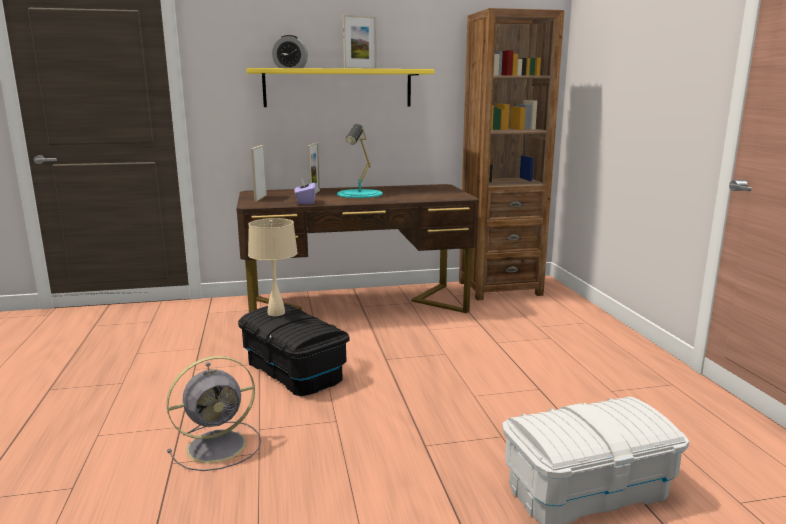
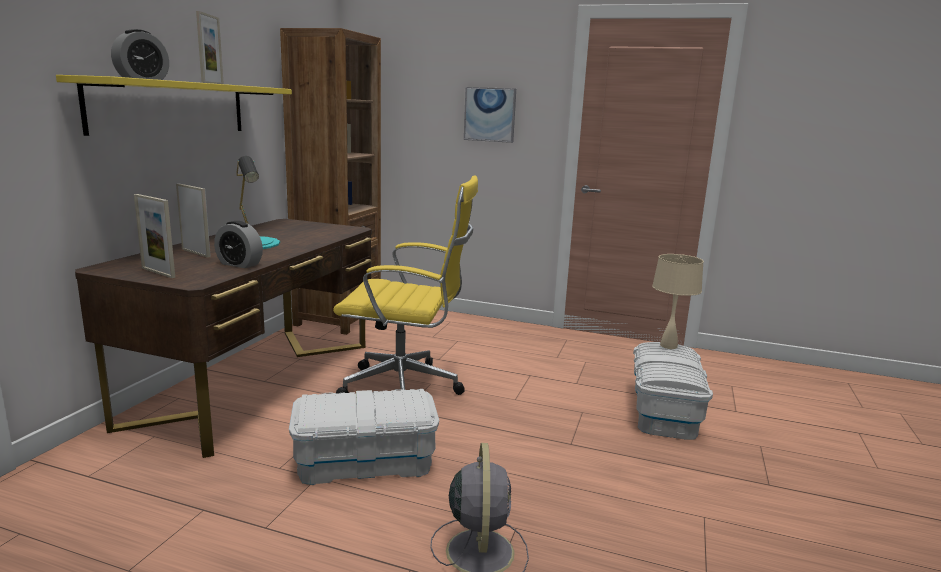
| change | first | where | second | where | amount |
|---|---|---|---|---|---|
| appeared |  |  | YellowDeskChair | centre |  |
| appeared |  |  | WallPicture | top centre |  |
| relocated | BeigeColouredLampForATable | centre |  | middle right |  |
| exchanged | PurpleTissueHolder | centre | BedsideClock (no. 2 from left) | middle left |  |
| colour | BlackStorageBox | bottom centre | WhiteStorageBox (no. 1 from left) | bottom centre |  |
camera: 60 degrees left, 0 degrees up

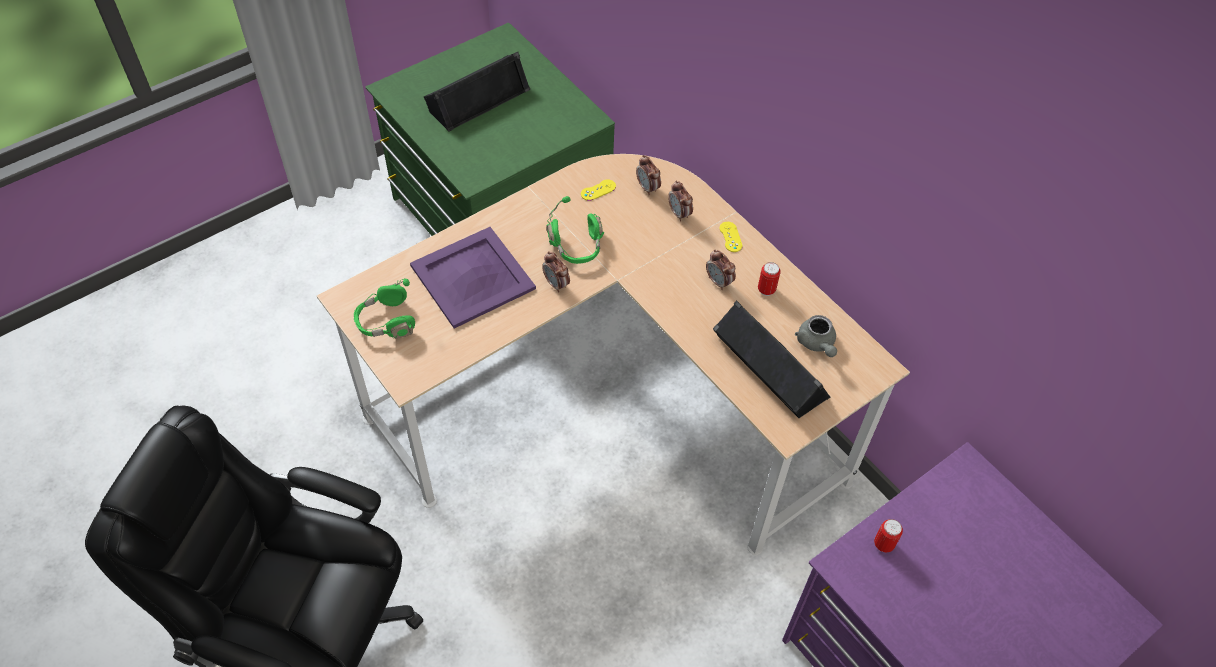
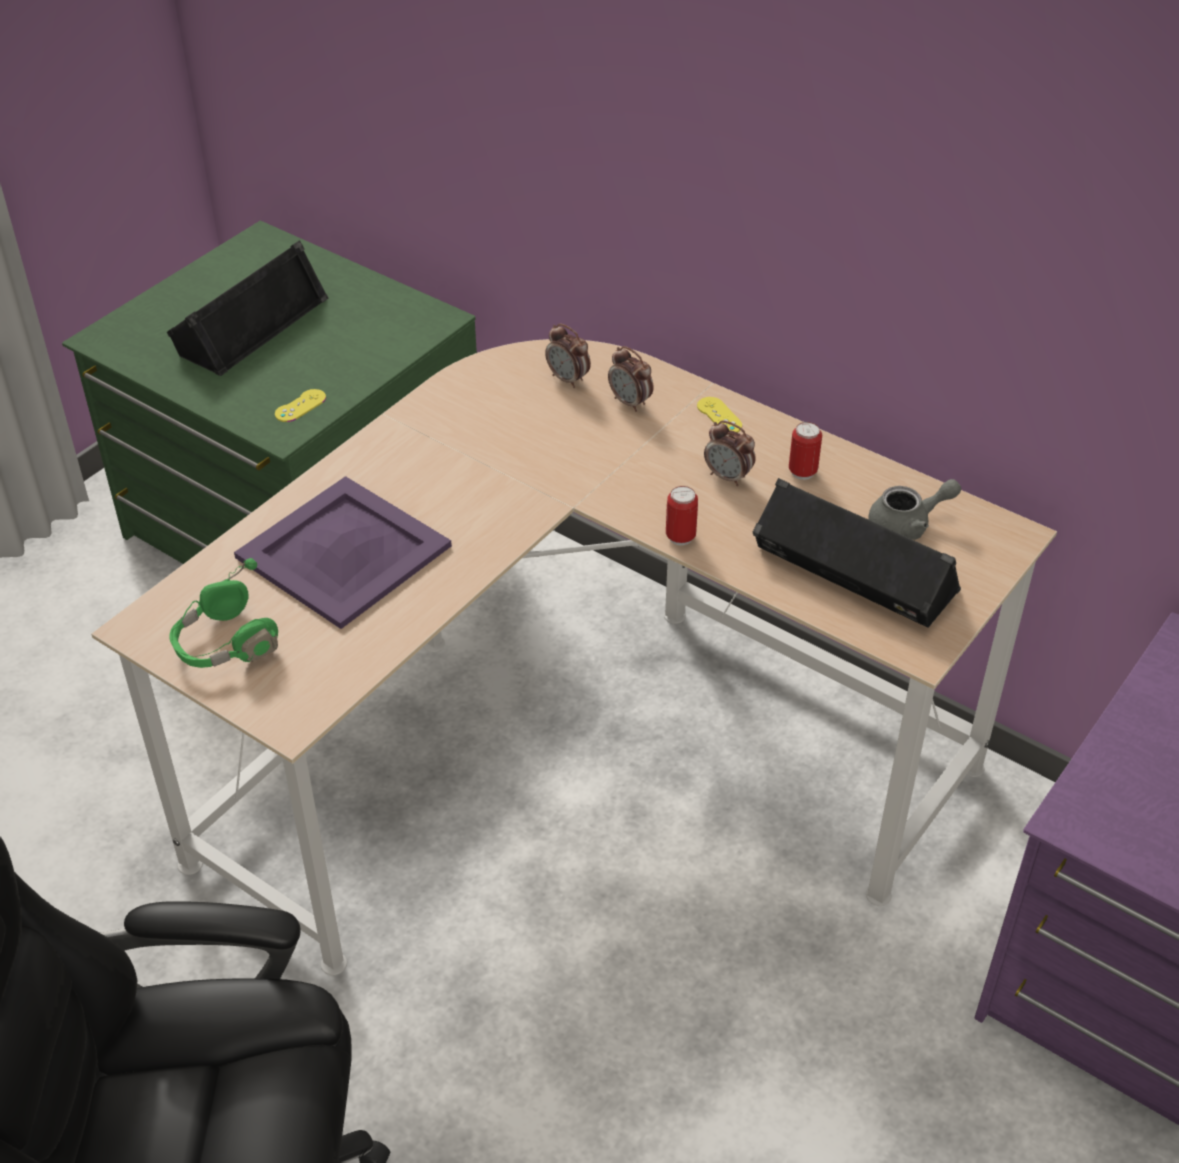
| change | first | where | second | where | amount |
|---|---|---|---|---|---|
| missing | BedsideClock (no. 1 from left) | centre |  |  |  |
| missing | GreenishPairOfHeadphones (no. 2 from left) | centre |  |  |  |
| relocated | YellowGameController (no. 1 from left) | top centre |  | middle left |  |
| relocated | MetalCan (no. 2 from left in the first image) | bottom right | MetalCan (no. 1 from left) | centre |  |
| spun | GreyishTeapot | middle right |  | middle right | 75 degrees counterclockwise |
camera: 15 degrees left, 10 degrees down

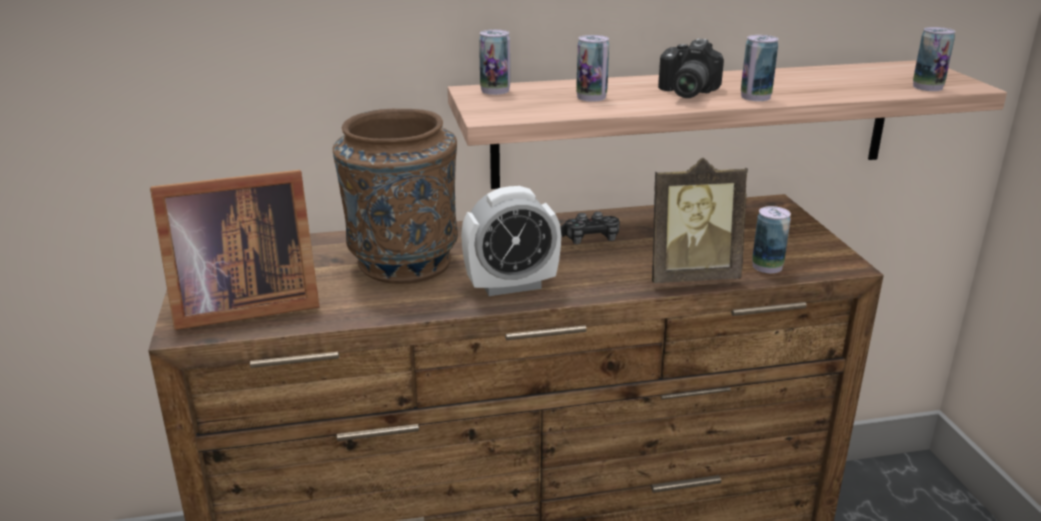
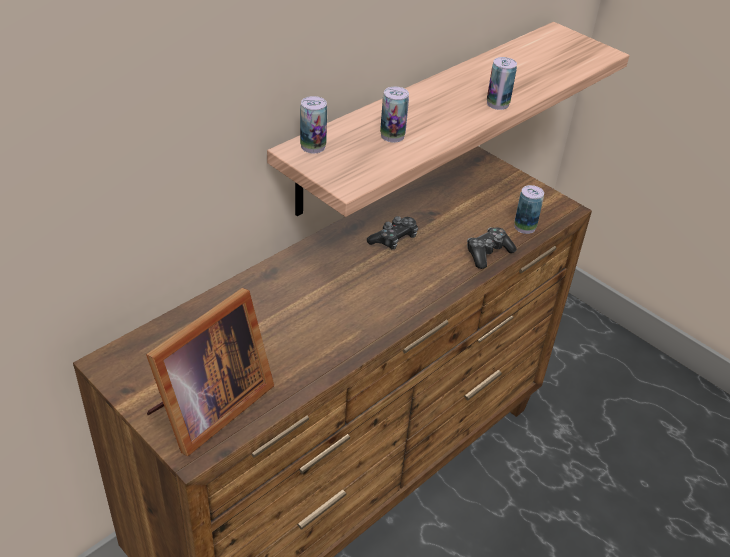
| change | first | where | second | where | amount |
|---|---|---|---|---|---|
| missing | BrownColouredDecorativeVase | centre |  |  |  |
| missing | BedsideClock | centre |  |  |  |
| missing | StillCamera | top centre |  |  |  |
| missing | MetalCan (no. 5 from left) | top right |  |  |  |
| exchanged | StandingFrame (no. 2 from left) | middle right | GameController (no. 2 from left) | middle right |  |
camera: 35 degrees left, 15 degrees up

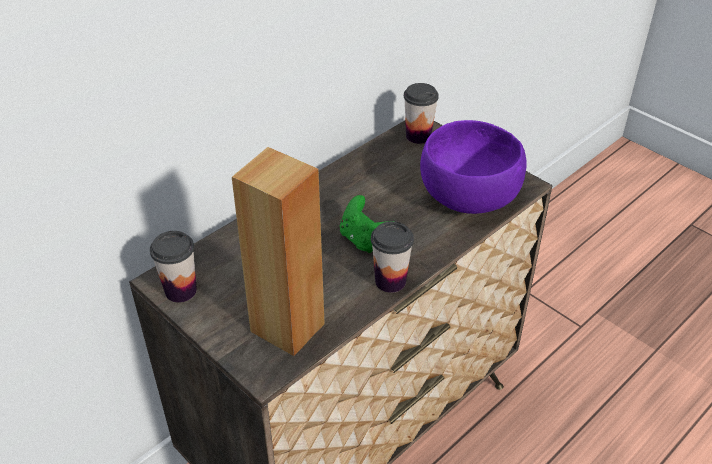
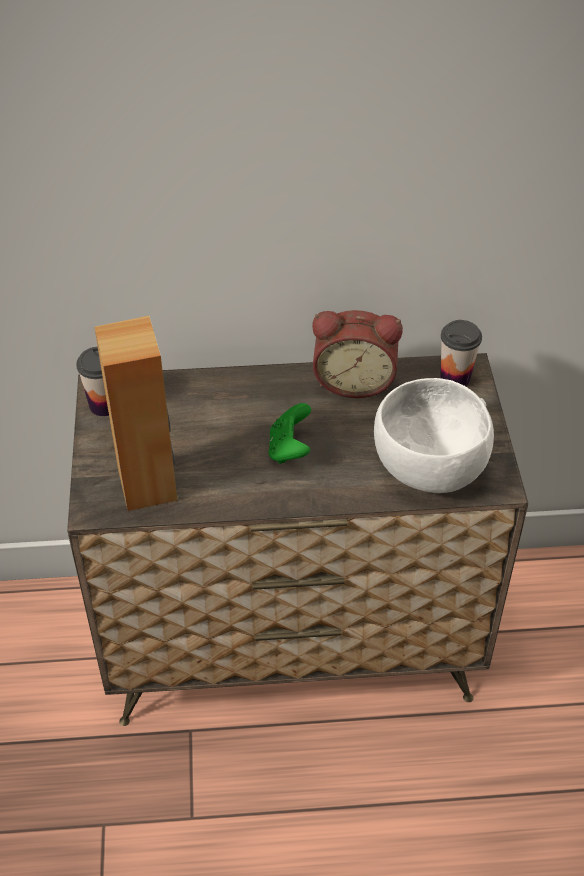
| change | first | where | second | where | amount |
|---|---|---|---|---|---|
| missing | DrinkingCup (no. 2 from left) | centre |  |  |  |
| appeared |  |  | BedsideClock | centre |  |
| colour | PurpleBowl | centre | WhiteBowl | middle right |  |
camera: 40 degrees right, 5 degrees up

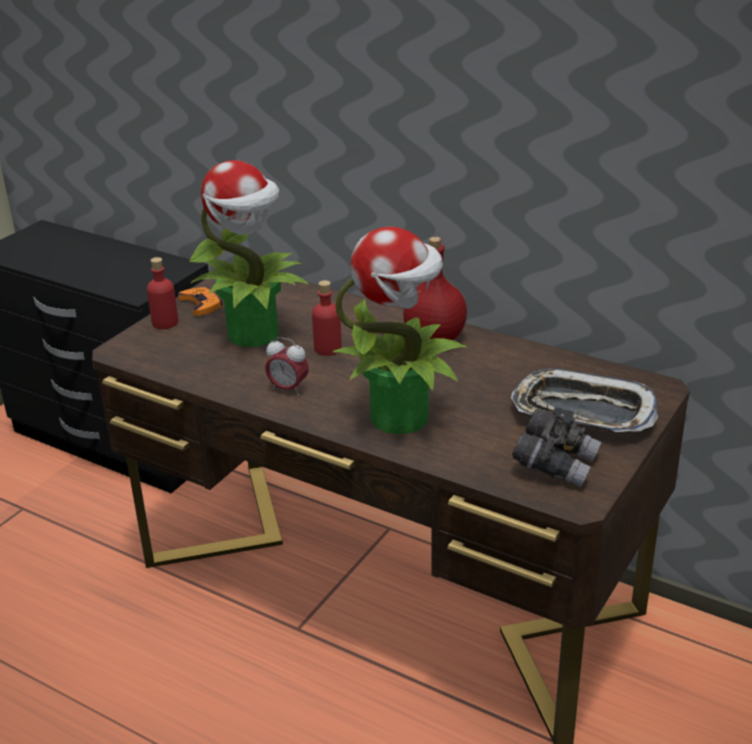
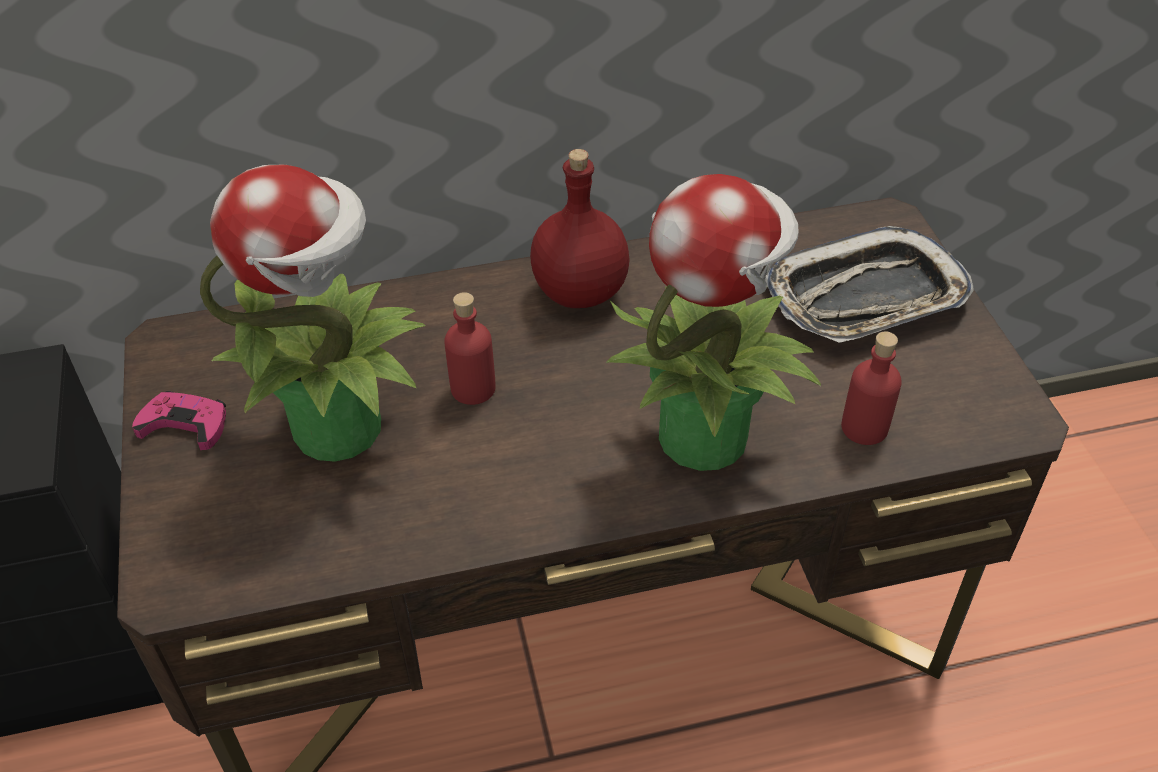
| change | first | where | second | where | amount |
|---|---|---|---|---|---|
| missing | BedsideClock | centre |  |  |  |
| missing | GreyishBinoculars | middle right |  |  |  |
| relocated | ReddishBottle (no. 1 from left in the first image) | middle left | ReddishBottle (no. 3 from left) | middle right |  |
| colour | OrangeGameController | middle left | PinkishGameController | middle left |  |
camera: 45 degrees left, 15 degrees up

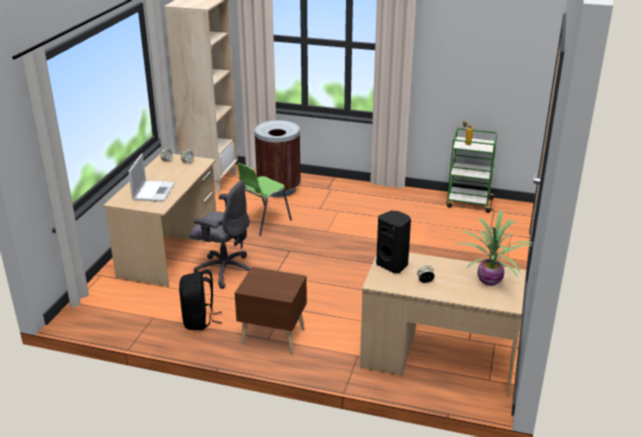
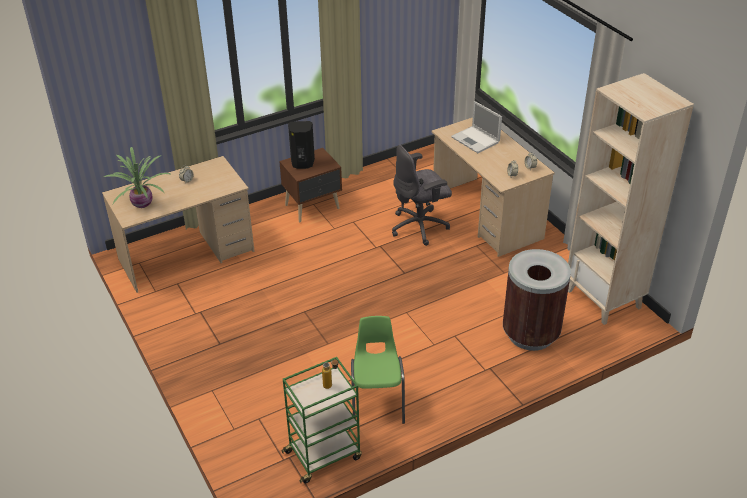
| change | first | where | second | where | amount |
|---|---|---|---|---|---|
| missing | BlackBackpack | bottom left |  |  |  |
| relocated | GreenishUprightChair | centre |  | bottom centre |  |
| relocated | BlackLoudspeaker | centre |  | top centre |  |
camera: 135 degrees right, 10 degrees up

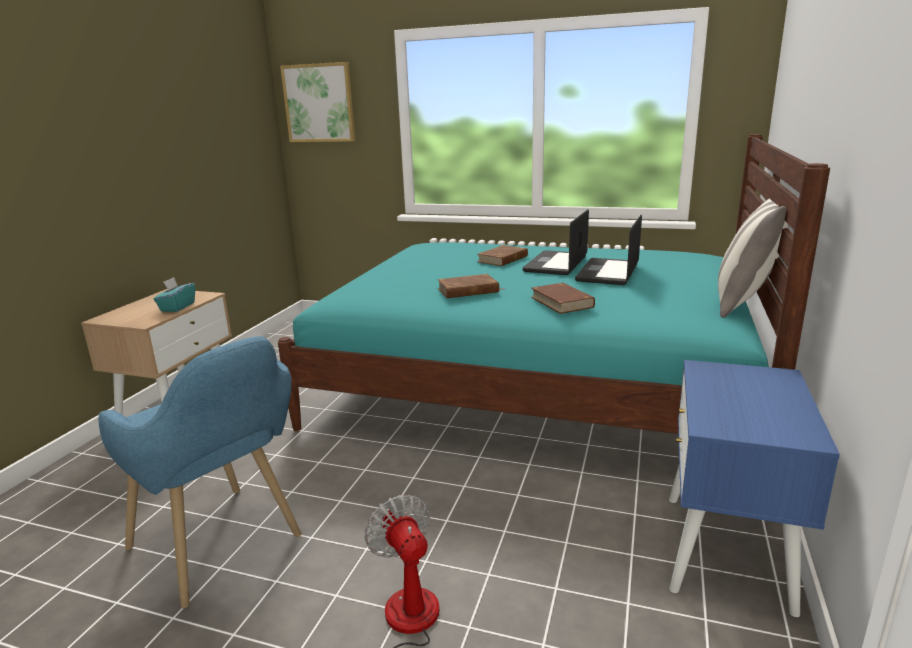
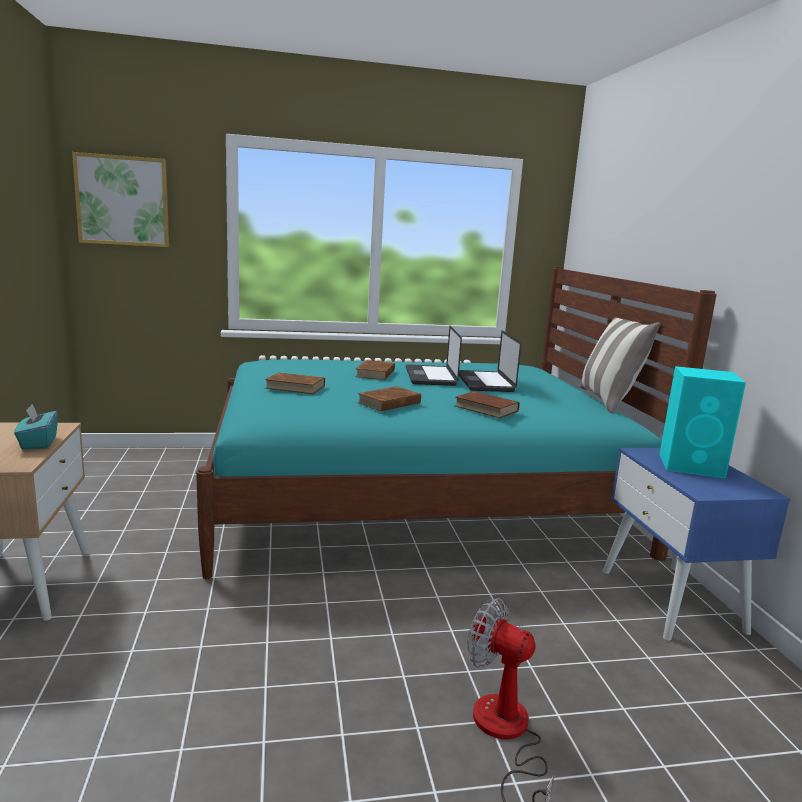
| change | first | where | second | where | amount |
|---|---|---|---|---|---|
| missing | BluishEasyChair | bottom left |  |  |  |
| appeared |  |  | BrownColouredVolume (no. 1 from left) | centre |  |
| appeared |  |  | TurquoiseLoudspeaker | middle right |  |
camera: 30 degrees left, 5 degrees down

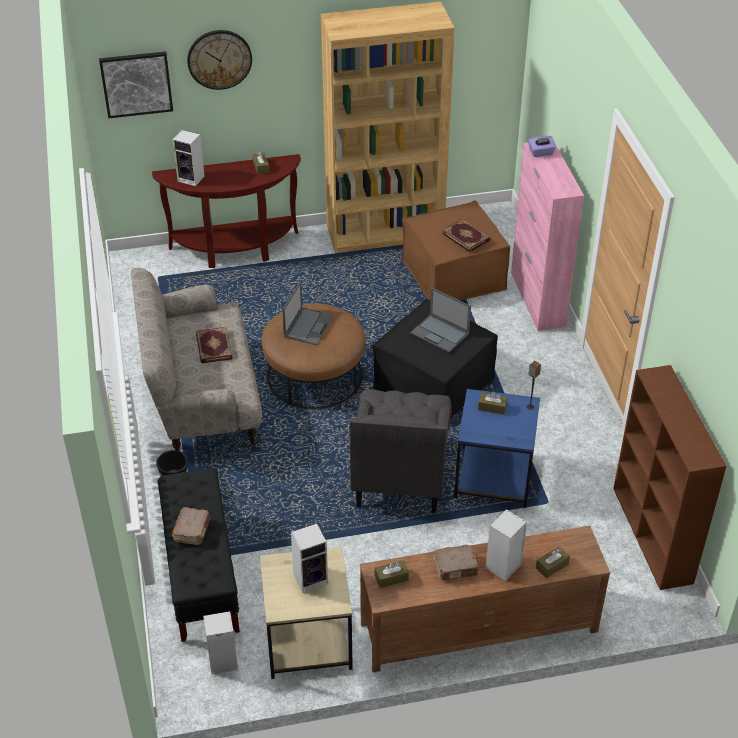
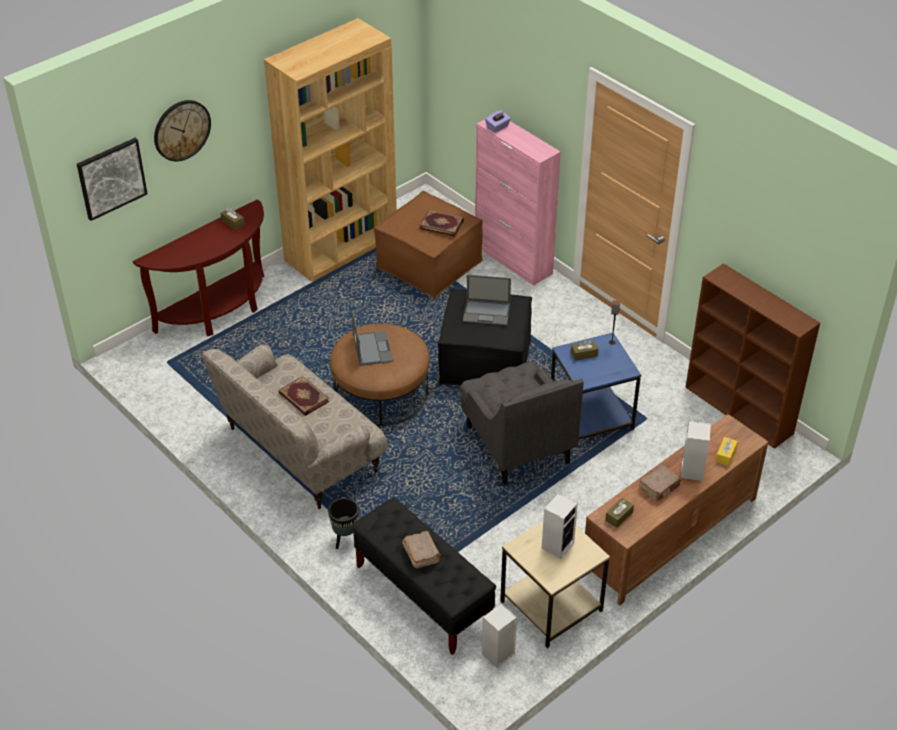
| change | first | where | second | where | amount |
|---|---|---|---|---|---|
| missing | Loudspeaker (no. 1 from left) | top left |  |  |  |
| colour | BrownColouredTissueHolder (no. 4 from left) | bottom right | YellowTissueHolder | middle right |  |
camera: 30 degrees left, 0 degrees up

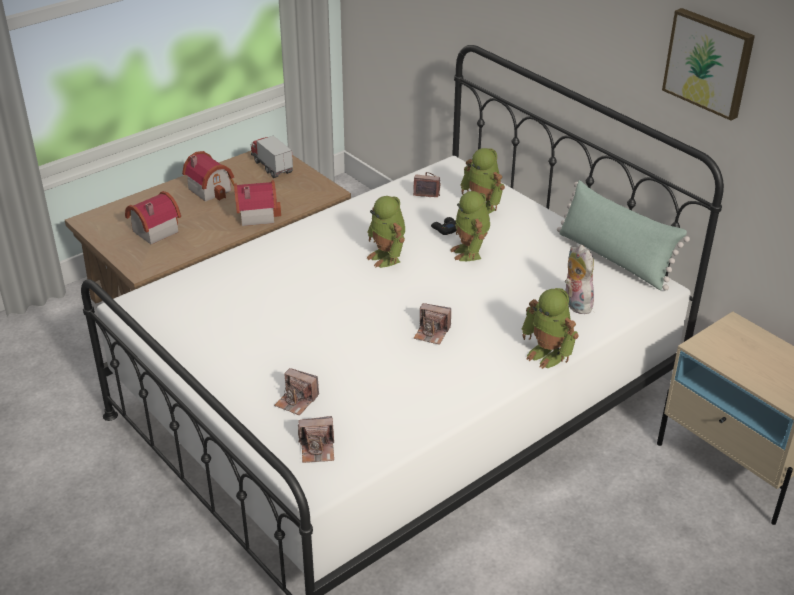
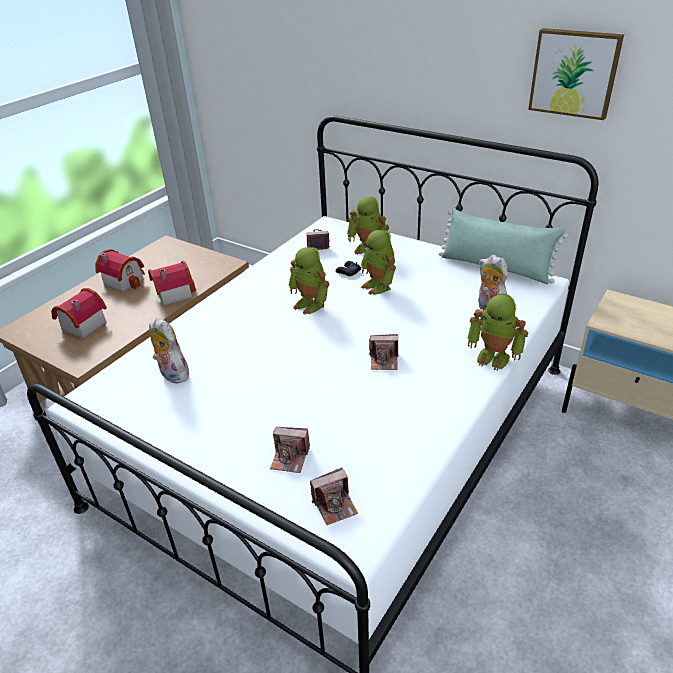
| change | first | where | second | where | amount |
|---|---|---|---|---|---|
| missing | ModelTruck | top centre |  |  |  |
| appeared |  |  | CuddlyToy (no. 1 from left) | middle left |  |
camera: 15 degrees left, 0 degrees up

